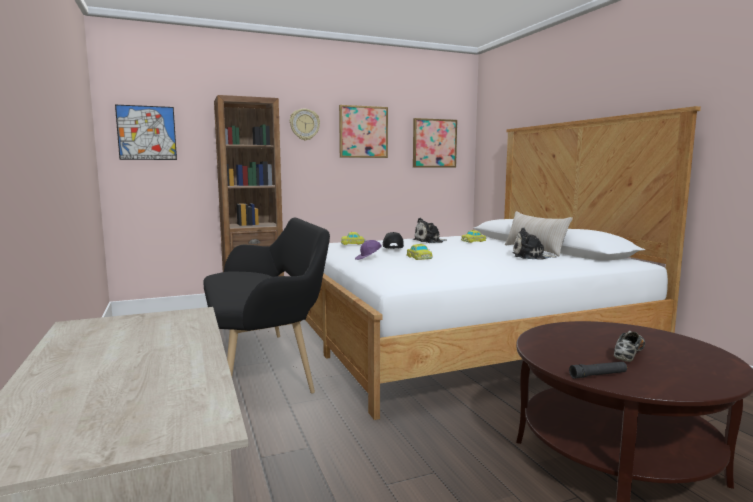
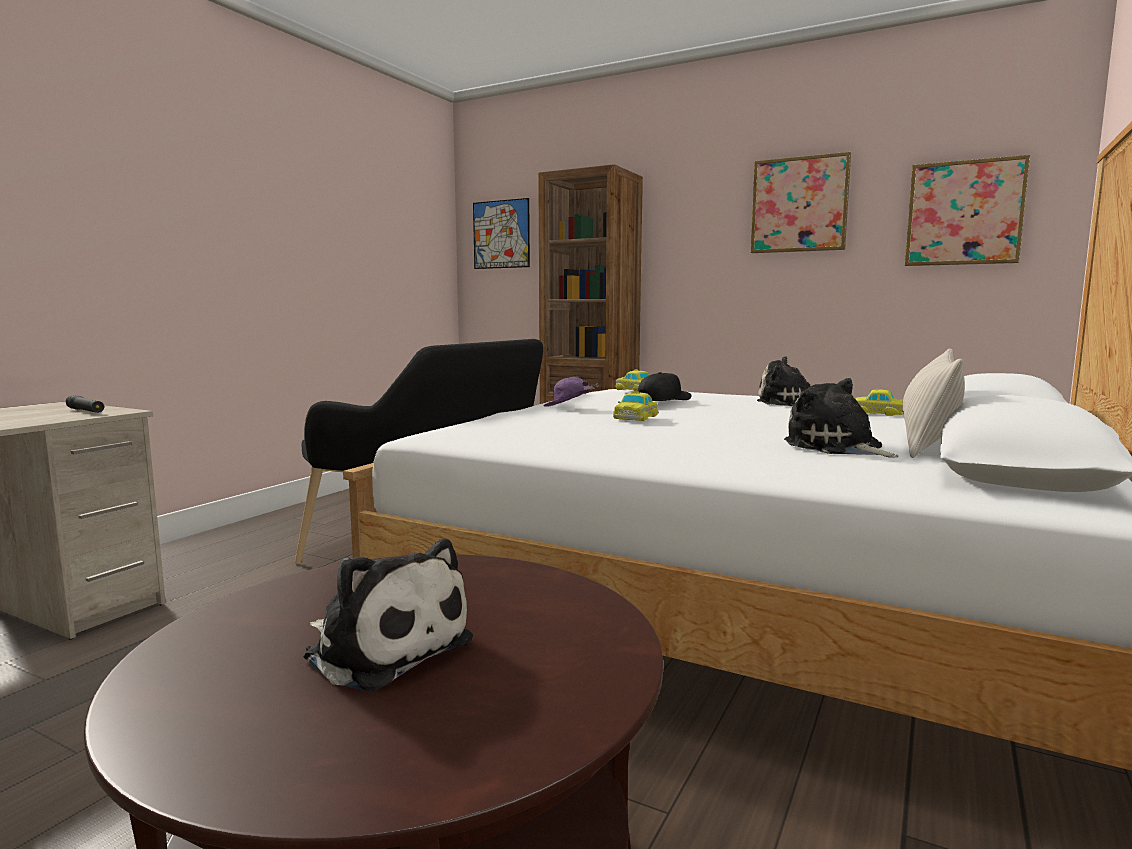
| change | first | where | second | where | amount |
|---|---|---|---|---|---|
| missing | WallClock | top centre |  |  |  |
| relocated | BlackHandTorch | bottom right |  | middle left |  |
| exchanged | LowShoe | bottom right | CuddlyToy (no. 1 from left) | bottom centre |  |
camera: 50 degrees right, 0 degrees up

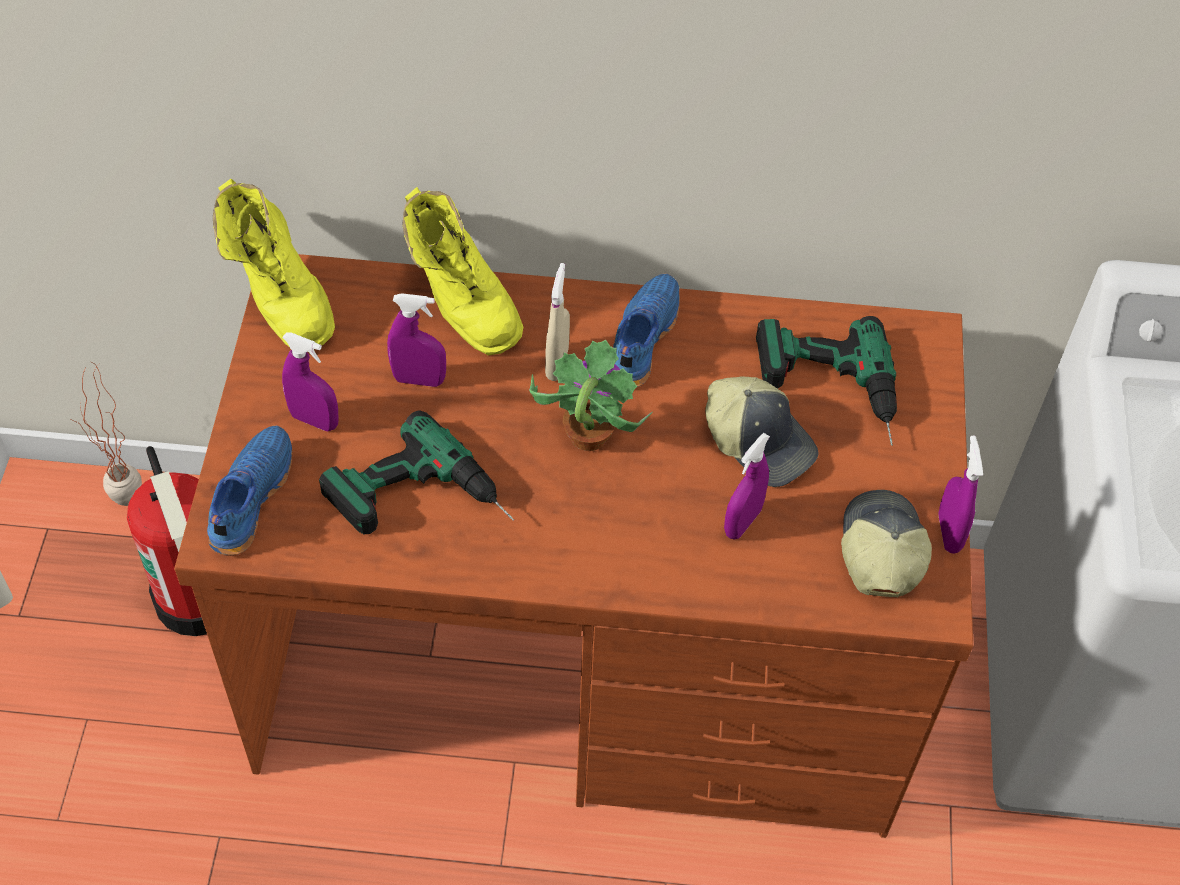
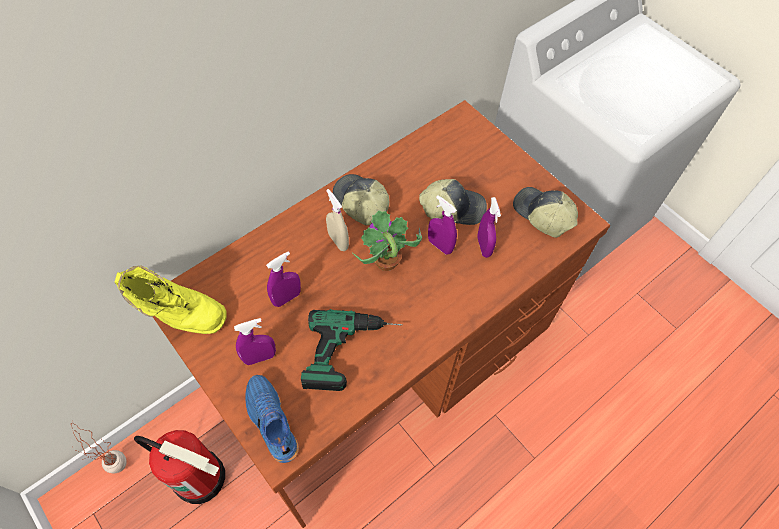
| change | first | where | second | where | amount |
|---|---|---|---|---|---|
| missing | YellowBoot (no. 2 from left) | top centre |  |  |  |
| missing | ElectricDrill (no. 2 from left) | middle right |  |  |  |
| relocated | PurpleHandSprayer (no. 4 from left in the first image) | middle right | PurpleHandSprayer (no. 3 from left) | centre |  |
| exchanged | BluishLowShoe (no. 2 from left) | centre | PeakedCap (no. 1 from left) | centre |  |
camera: 45 degrees left, 5 degrees up

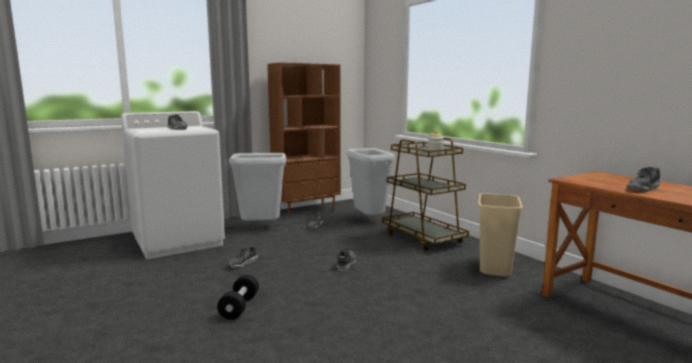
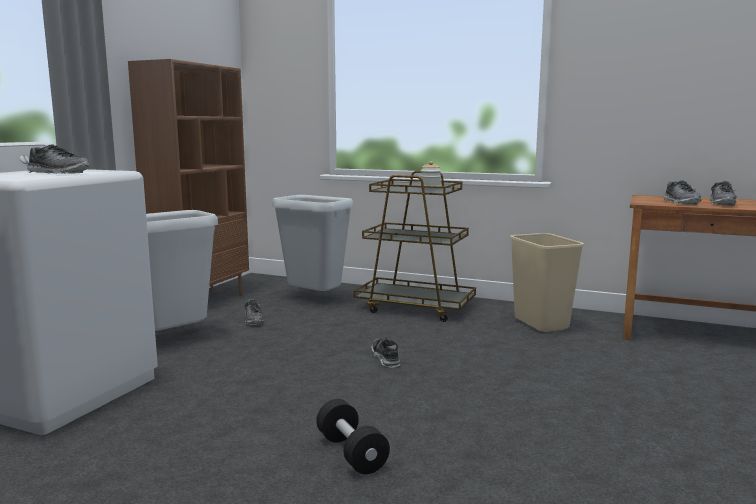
| change | first | where | second | where | amount |
|---|---|---|---|---|---|
| relocated | LowShoe (no. 2 from left in the first image) | bottom centre | LowShoe (no. 4 from left) | middle right |  |
camera: 35 degrees left, 0 degrees up

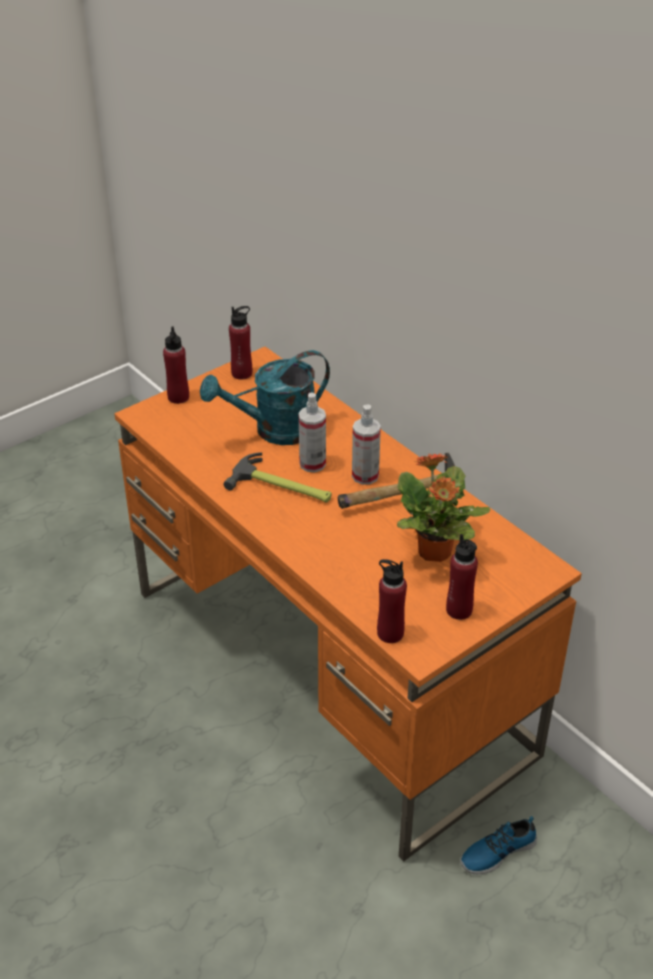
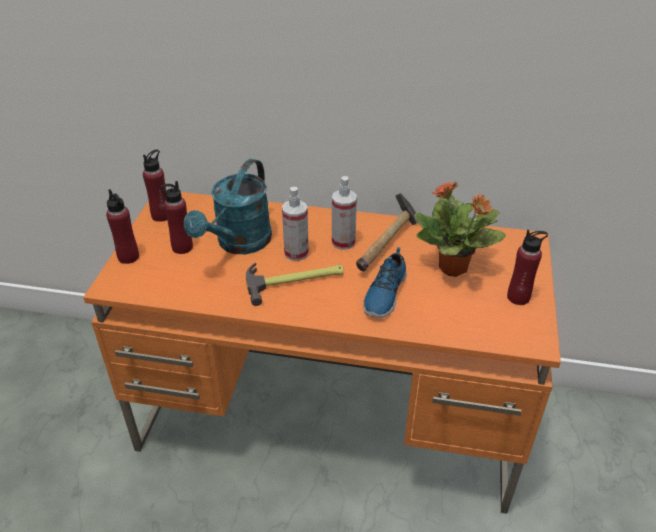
| change | first | where | second | where | amount |
|---|---|---|---|---|---|
| relocated | ReddishBottle (no. 3 from left) | centre |  | middle left |  |
| relocated | LowShoe | bottom right |  | centre |  |
camera: 40 degrees left, 0 degrees up

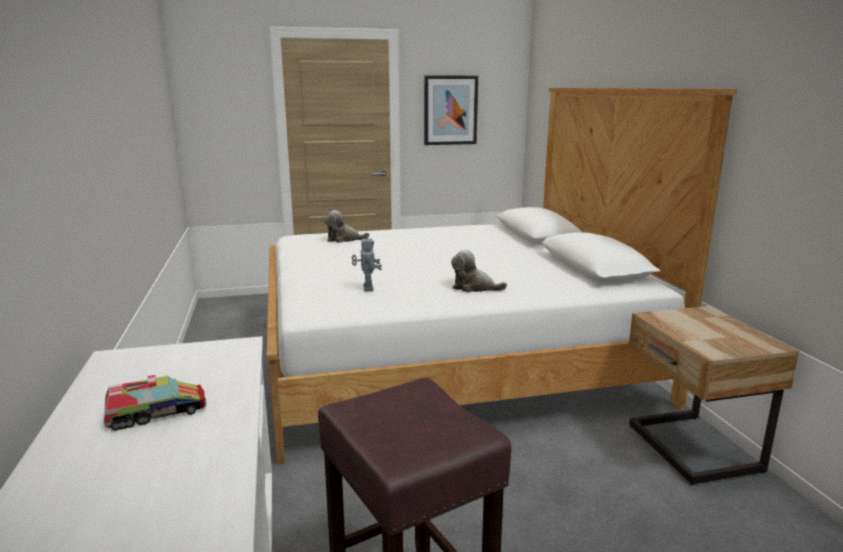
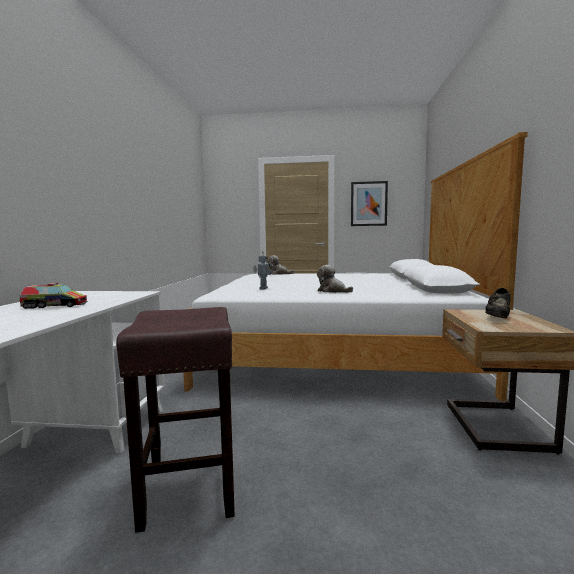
| change | first | where | second | where | amount |
|---|---|---|---|---|---|
| appeared |  |  | BlackLowShoe | middle right |  |
camera: 20 degrees right, 10 degrees down

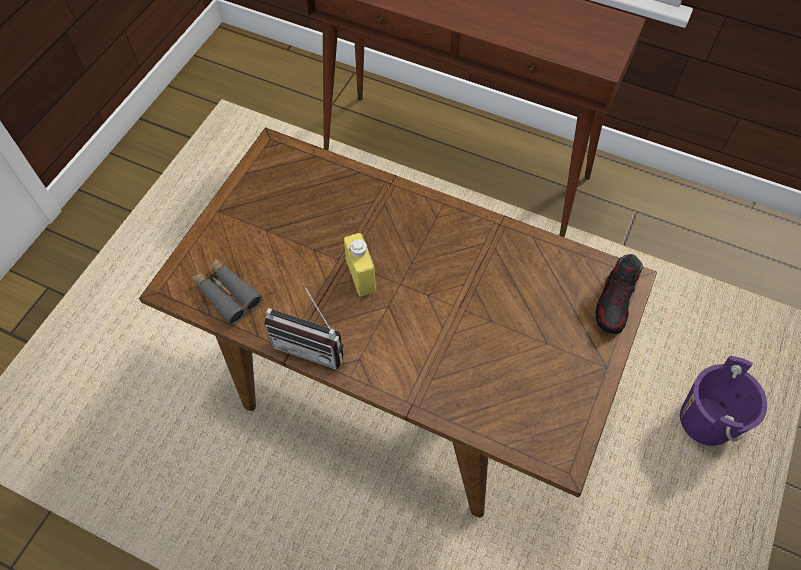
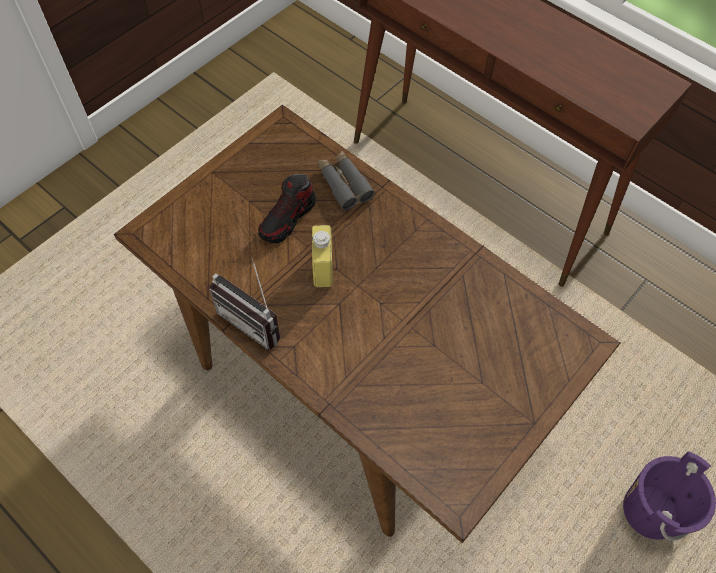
| change | first | where | second | where | amount |
|---|---|---|---|---|---|
| relocated | GreyishBinoculars | middle left |  | top centre |  |
| relocated | LowShoe | middle right |  | centre |  |
camera: 15 degrees right, 0 degrees up

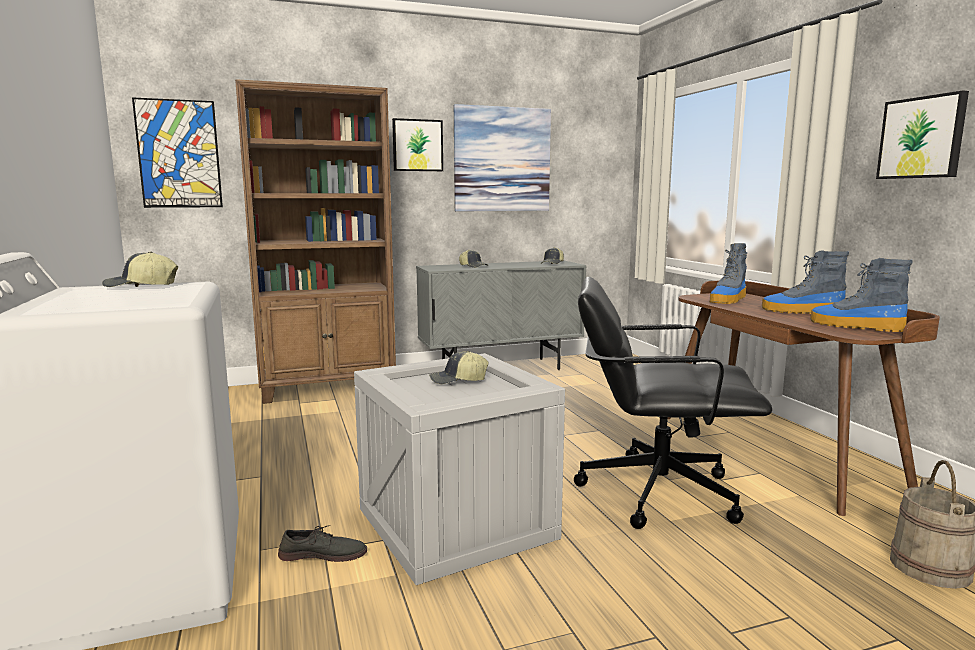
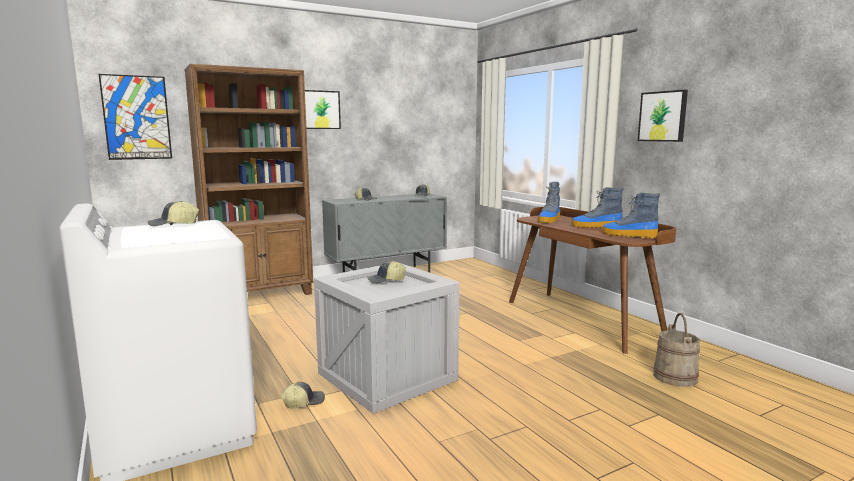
| change | first | where | second | where | amount |
|---|---|---|---|---|---|
| missing | WallPicture (no. 3 from left) | top centre |  |  |  |
| missing | BlackDeskChair | middle right |  |  |  |
| exchanged | GreyishLowShoe | bottom left | PeakedCap (no. 2 from left) | bottom centre |  |
camera: 10 degrees left, 0 degrees up

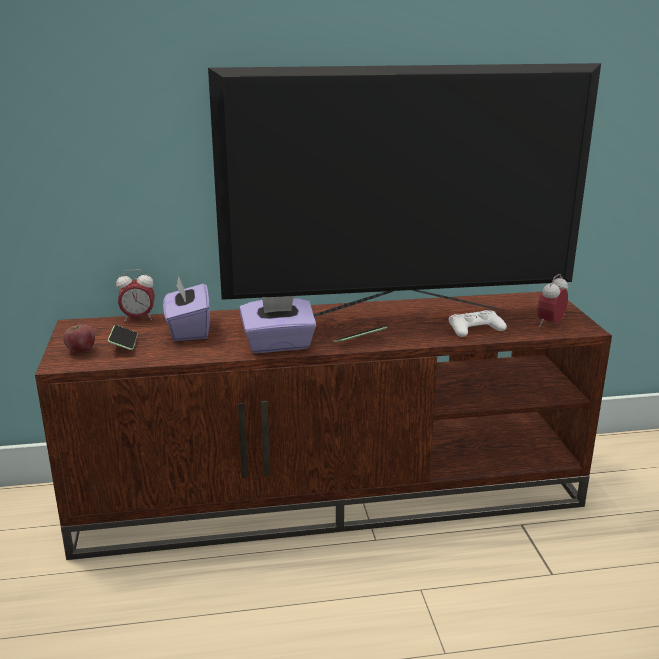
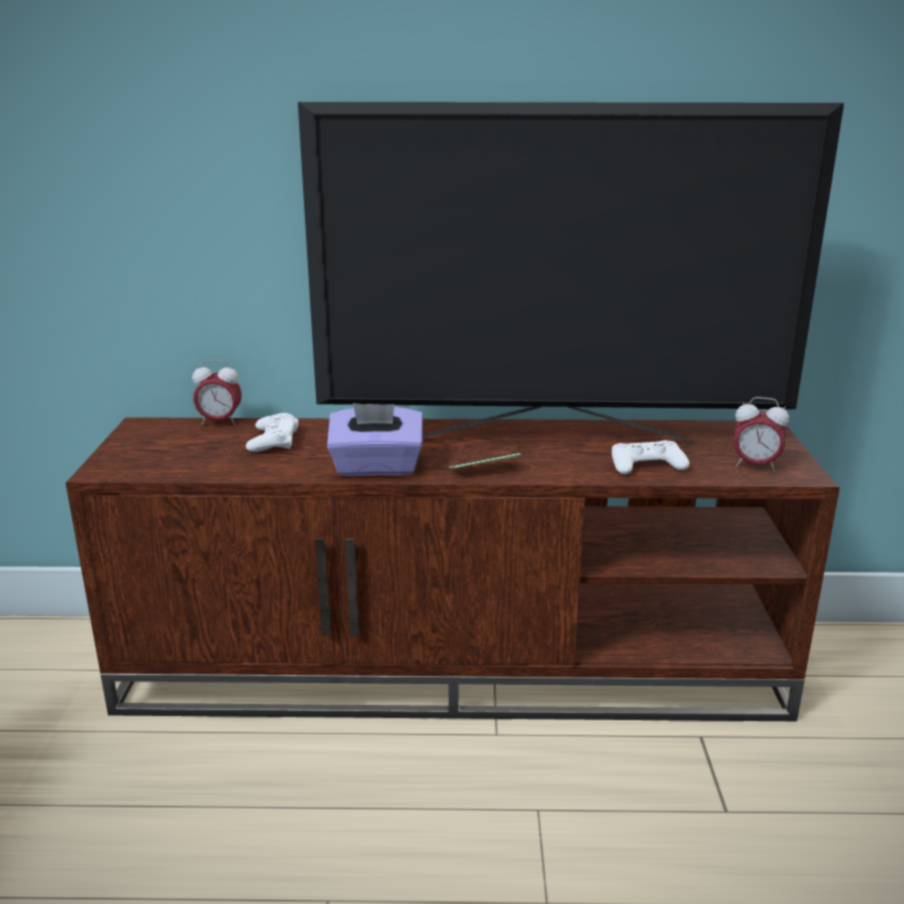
| change | first | where | second | where | amount |
|---|---|---|---|---|---|
| missing | AppleFruit | middle left |  |  |  |
| missing | Phone (no. 1 from left) | middle left |  |  |  |
| exchanged | PurpleTissueHolder (no. 1 from left) | middle left | WhiteGameController (no. 1 from left) | middle left |  |
| spun | BedsideClock (no. 2 from left) | middle right |  | middle right | 120 degrees counterclockwise |
camera: 10 degrees right, 0 degrees up

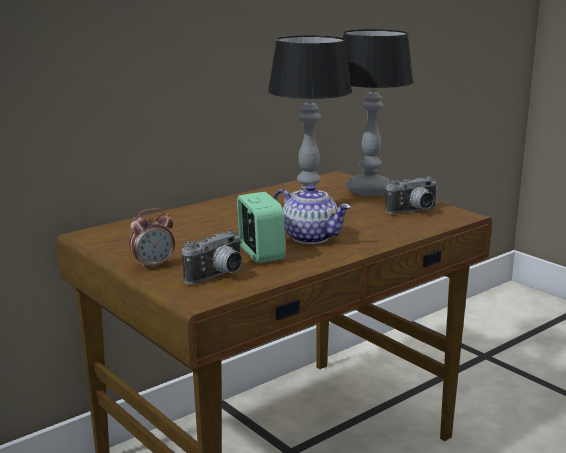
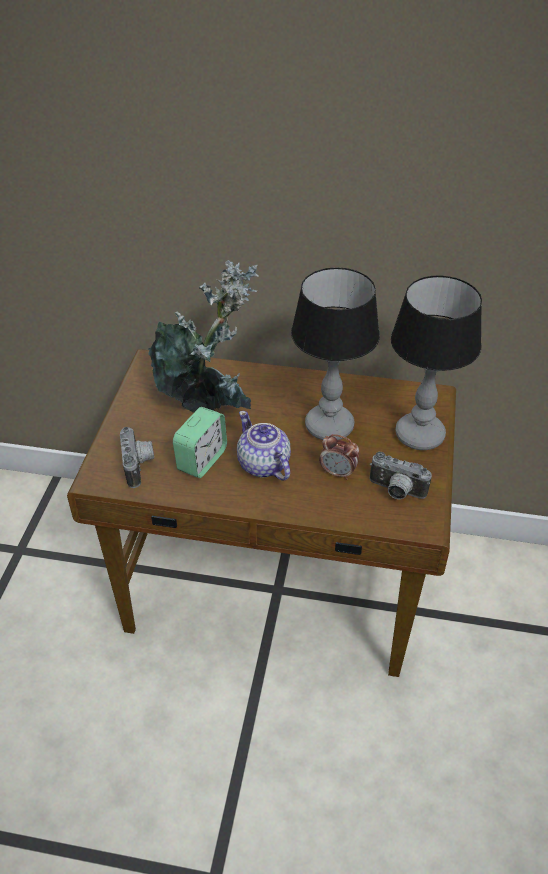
| change | first | where | second | where | amount |
|---|---|---|---|---|---|
| appeared |  |  | Houseplant | centre |  |
| relocated | BedsideClock (no. 1 from left in the first image) | middle left | BedsideClock (no. 2 from left) | centre |  |
| spun | StillCamera (no. 1 from left) | centre |  | middle left | 105 degrees counterclockwise |
| spun | Teapot | centre |  | centre | 150 degrees clockwise |
camera: 50 degrees right, 25 degrees up

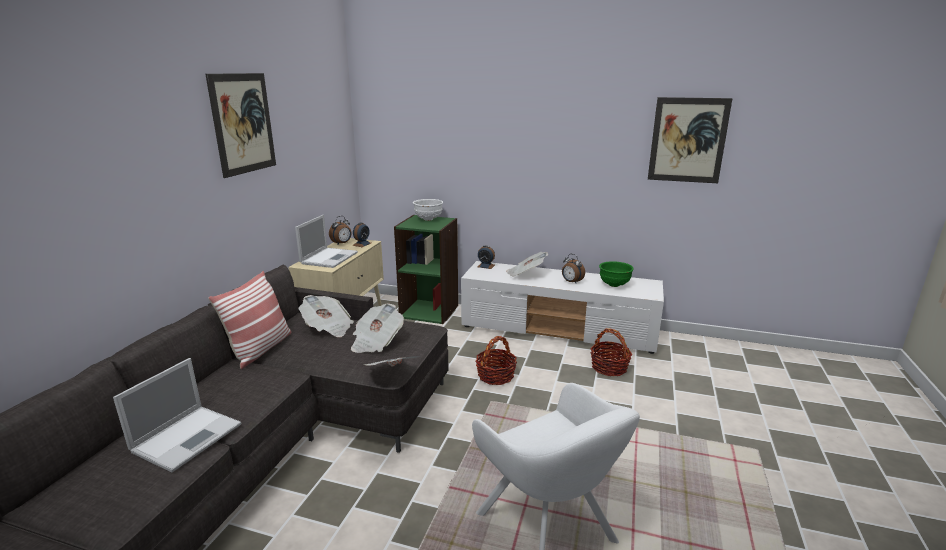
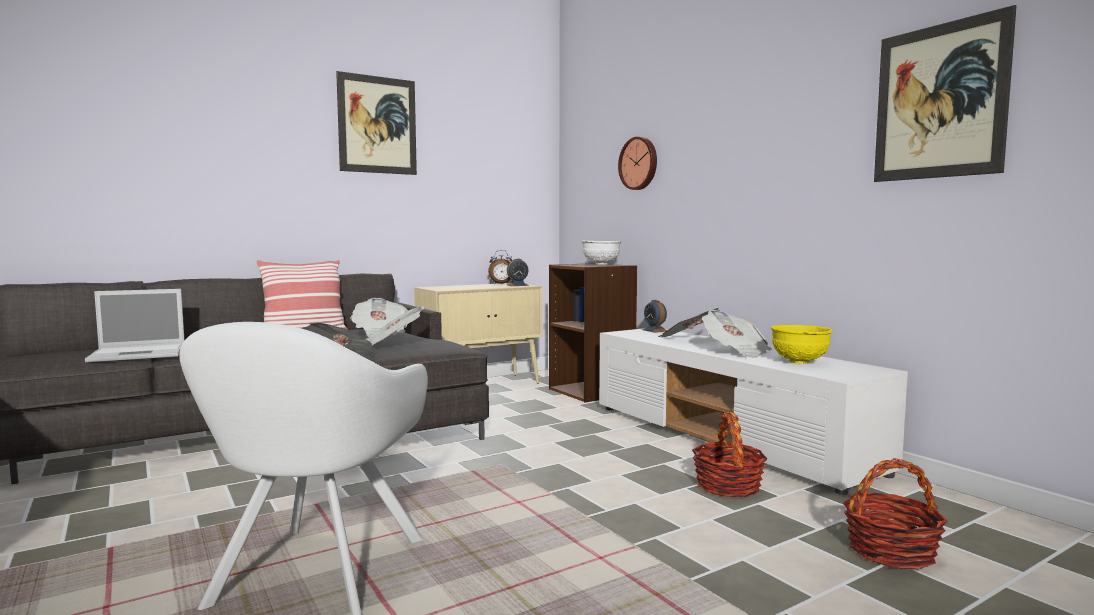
| change | first | where | second | where | amount |
|---|---|---|---|---|---|
| missing | Laptop (no. 2 from left) | centre |  |  |  |
| appeared |  |  | WallClock | top centre |  |
| relocated | Basket (no. 1 from left in the first image) | centre | Basket (no. 2 from left) | bottom right |  |
| exchanged | BedsideClock (no. 4 from left) | centre | Newspaper (no. 5 from left) | middle right |  |
| colour | GreenishBookshelf | centre | BrownColouredBookshelf | centre |  |
| colour | GreenishBowl | centre | YellowBowl | middle right |  |
camera: 40 degrees right, 15 degrees down

